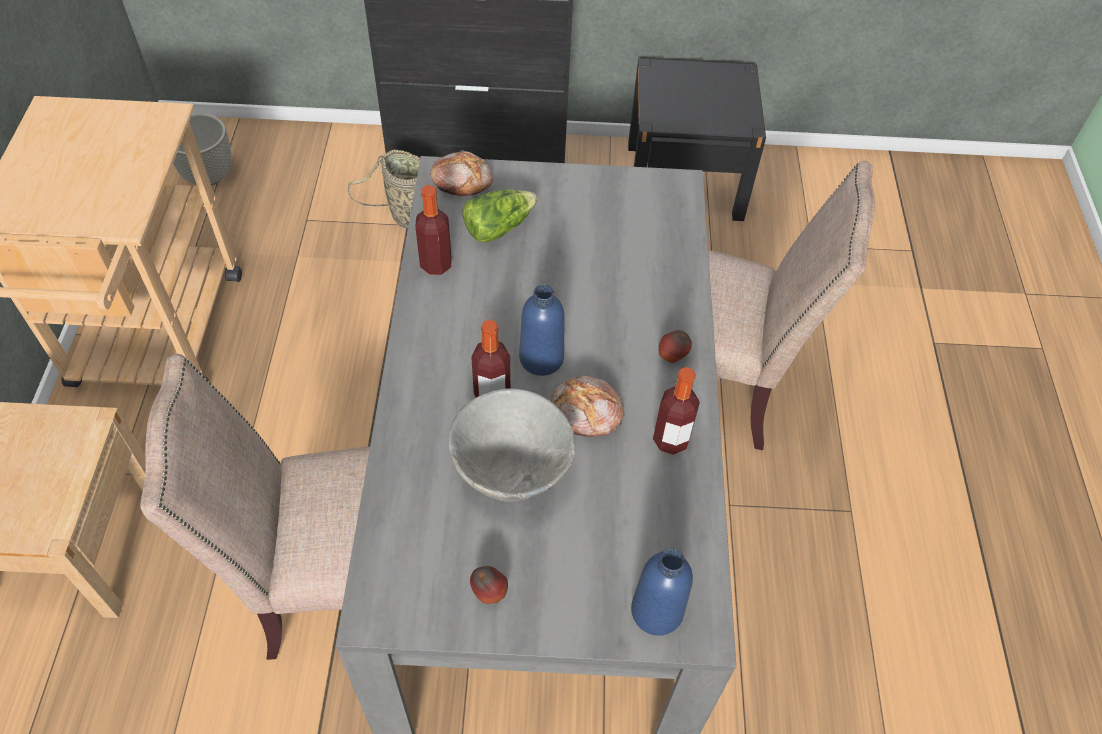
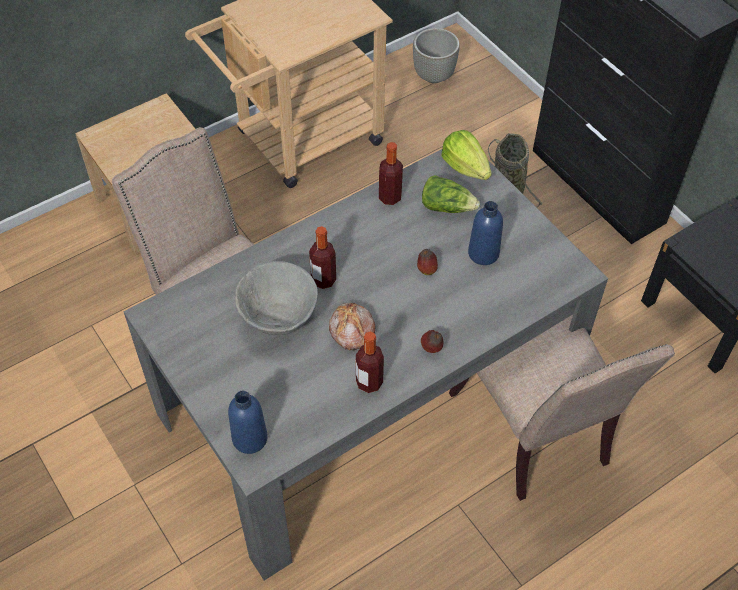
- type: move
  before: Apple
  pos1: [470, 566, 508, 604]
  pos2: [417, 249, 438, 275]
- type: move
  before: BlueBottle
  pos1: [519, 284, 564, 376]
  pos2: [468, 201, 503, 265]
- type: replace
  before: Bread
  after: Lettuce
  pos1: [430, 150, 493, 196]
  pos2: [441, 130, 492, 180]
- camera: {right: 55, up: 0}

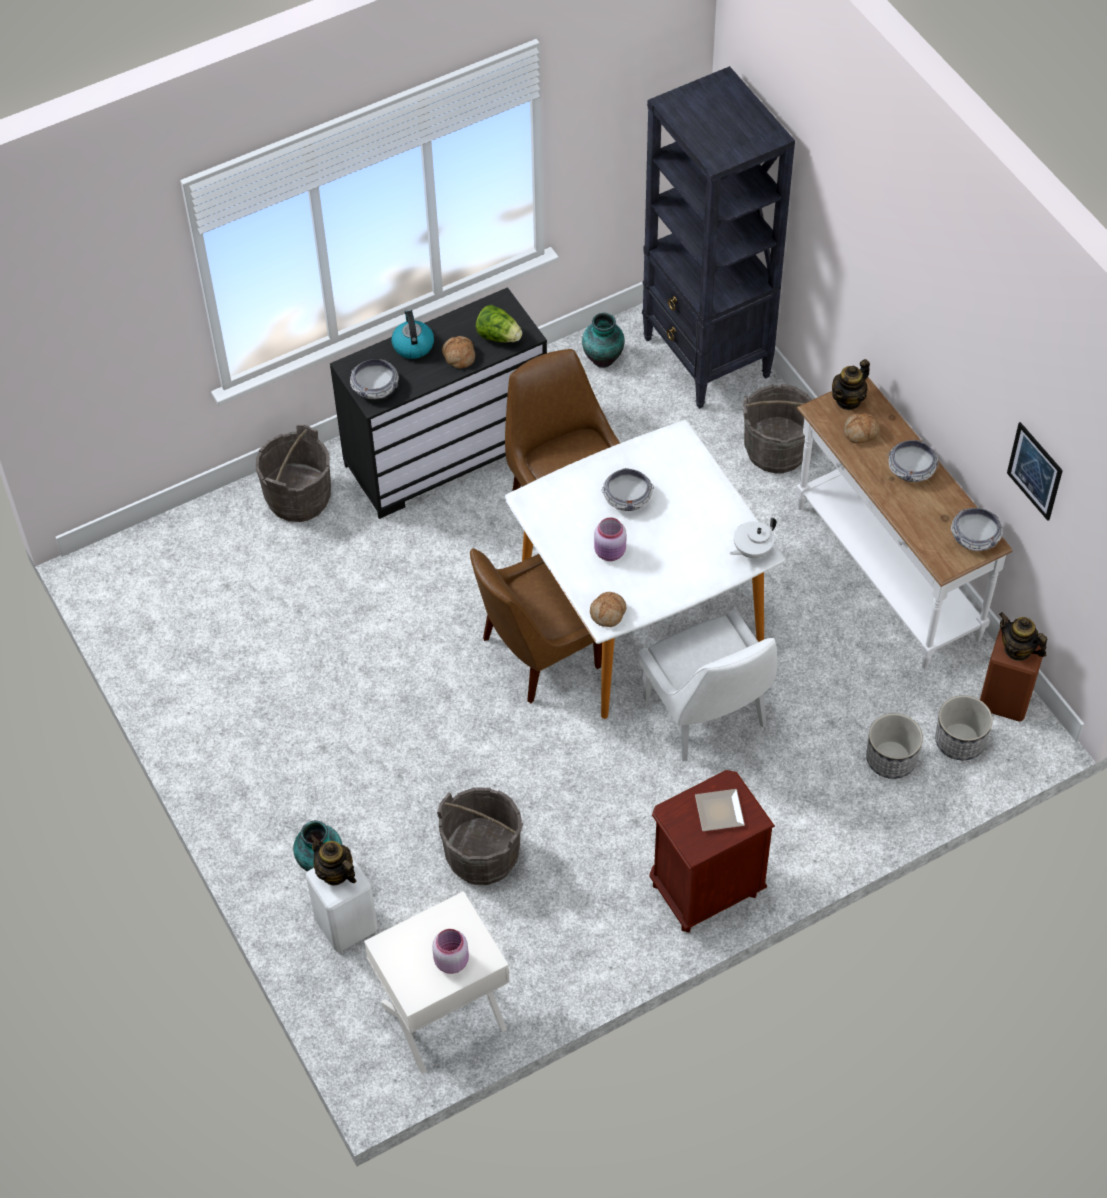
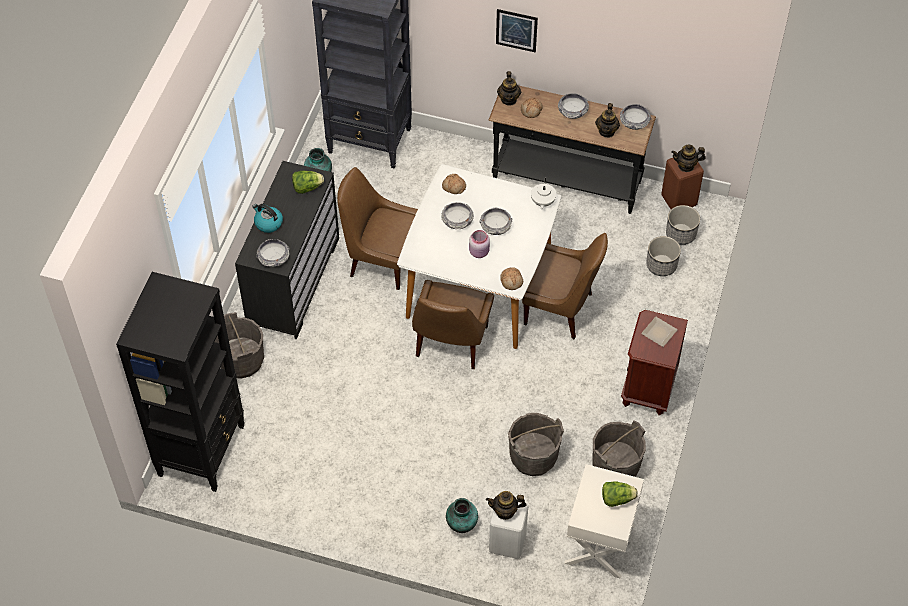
- type: insert
  after: BlackBookcase
  pos2: [116, 272, 245, 492]
- type: insert
  after: Bowl
  pos2: [479, 207, 513, 235]
- type: insert
  after: Teapot
  pos2: [595, 103, 620, 138]
- type: move
  before: Bread
  pos1: [442, 336, 475, 369]
  pos2: [442, 174, 466, 194]
- type: move
  before: GreyBucket
  pos1: [743, 384, 812, 474]
  pos2: [592, 420, 646, 477]
- type: move
  before: Picture
  pos1: [1007, 422, 1063, 521]
  pos2: [496, 9, 538, 52]
- type: replace
  before: PinkJar
  after: Lettuce
  pos1: [432, 929, 469, 974]
  pos2: [602, 481, 638, 507]
- type: recolor
  before: WhiteChair
  after: BrownChair
  pos1: [638, 610, 777, 761]
  pos2: [522, 233, 608, 339]
- type: recolor
  before: WhiteConsoleTable
  after: BlackConsoleTable
  pos1: [796, 377, 1012, 669]
  pos2: [488, 85, 656, 214]
- camera: {right: -45, up: 0}

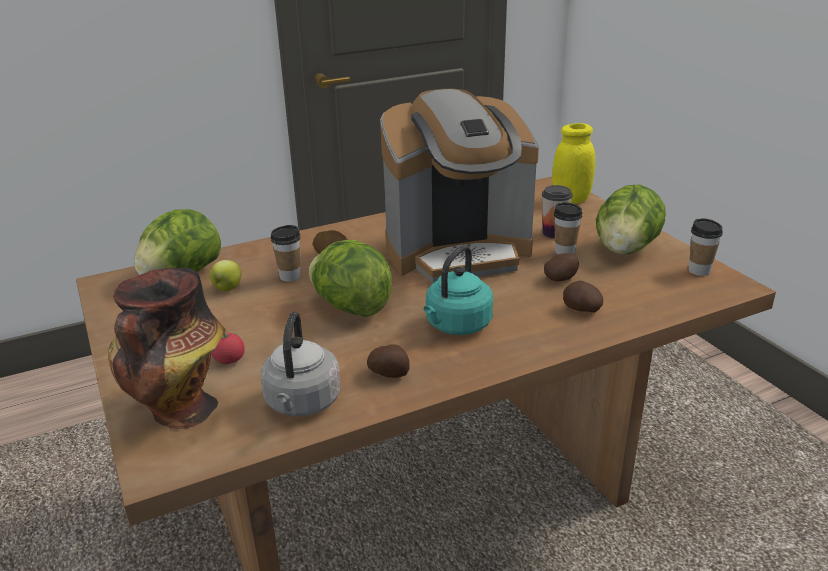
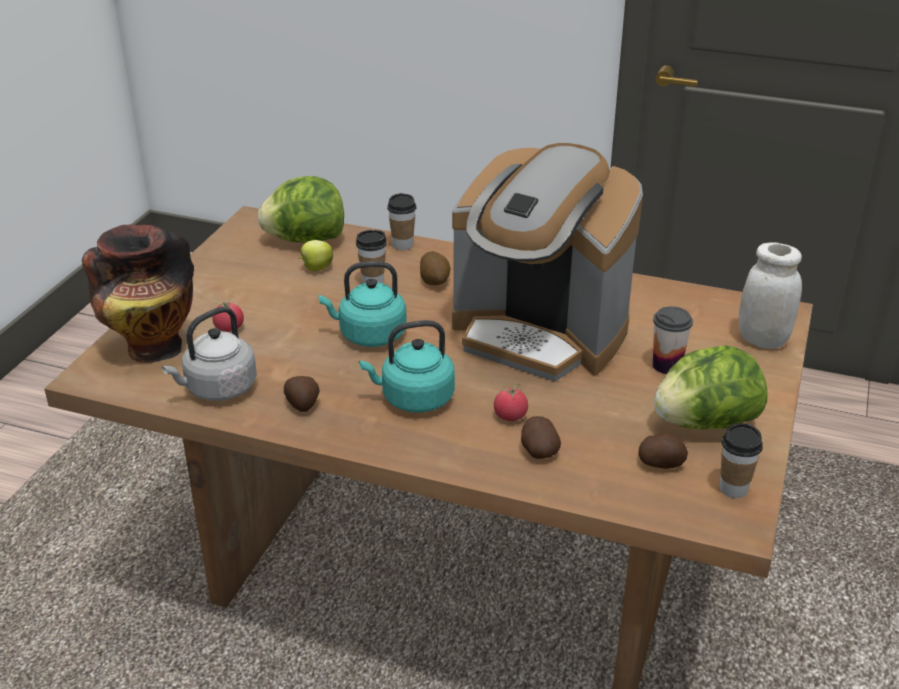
- type: insert
  after: Tomato
  pos2: [494, 383, 528, 421]
- type: move
  before: Potato
  pos1: [544, 253, 579, 282]
  pos2: [639, 433, 688, 469]
- type: move
  before: Cup
  pos1: [554, 202, 583, 254]
  pos2: [387, 193, 417, 250]
- type: replace
  before: Lettuce
  after: TurquoiseKettle
  pos1: [308, 240, 392, 317]
  pos2: [318, 261, 407, 347]
- type: recolor
  before: YellowJar
  after: WhiteJar
  pos1: [552, 123, 595, 204]
  pos2: [739, 242, 802, 349]
- camera: {right: 45, up: 5}

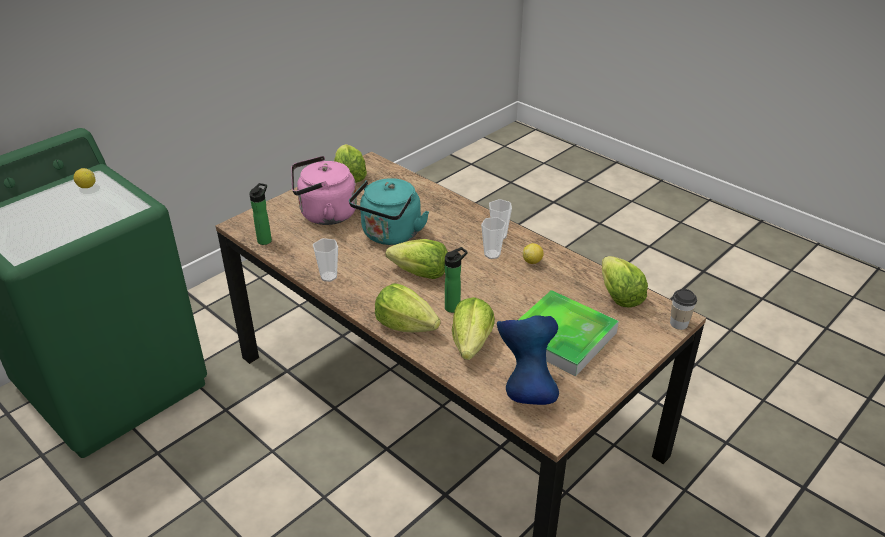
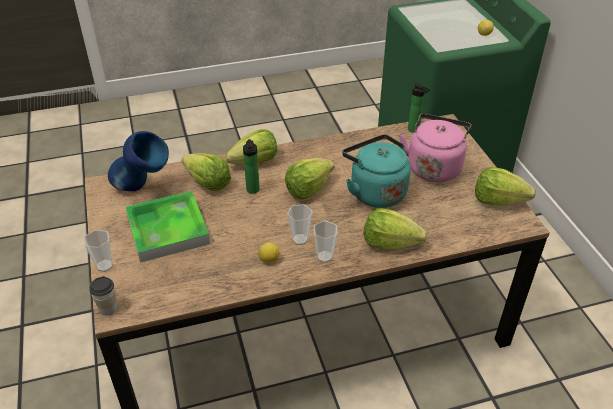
- type: move
  before: Cup
  pos1: [313, 238, 338, 282]
  pos2: [84, 230, 113, 272]
- type: move
  before: Lettuce
  pos1: [602, 256, 648, 307]
  pos2: [364, 208, 427, 250]
- camera: {right: 120, up: 5}

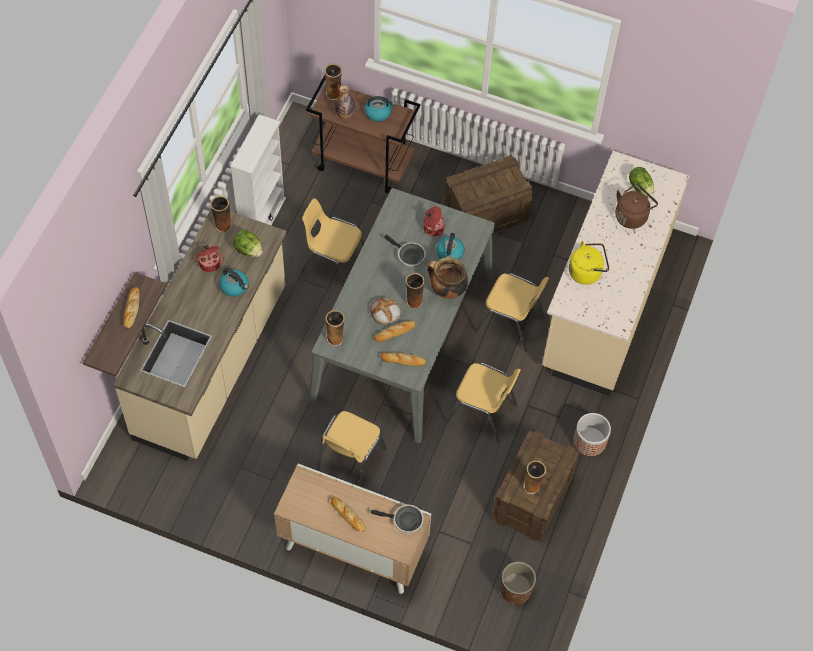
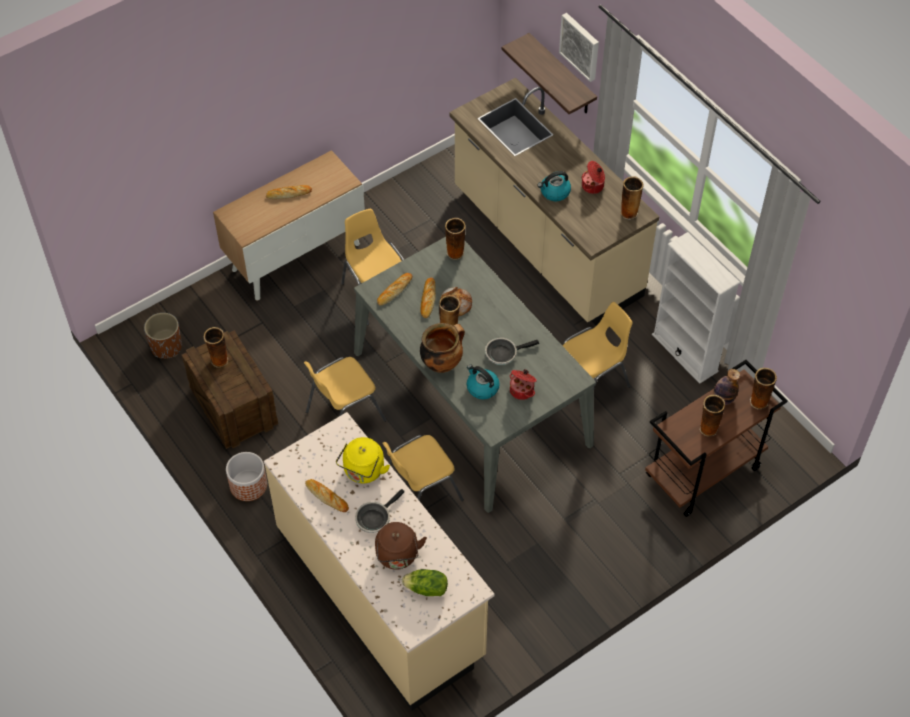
- type: delete
  before: Lettuce
  pos1: [233, 229, 263, 257]
- type: delete
  before: Crate
  pos1: [444, 155, 533, 233]
- type: insert
  after: Picture
  pos2: [559, 13, 599, 82]
- type: move
  before: Bread
  pos1: [123, 287, 140, 329]
  pos2: [305, 479, 349, 512]
- type: move
  before: FryingPan
  pos1: [371, 505, 424, 533]
  pos2: [355, 489, 405, 533]
- type: replace
  before: Kettle
  after: Vase
  pos1: [365, 96, 396, 122]
  pos2: [699, 395, 725, 437]
- camera: {right: 125, up: -5}

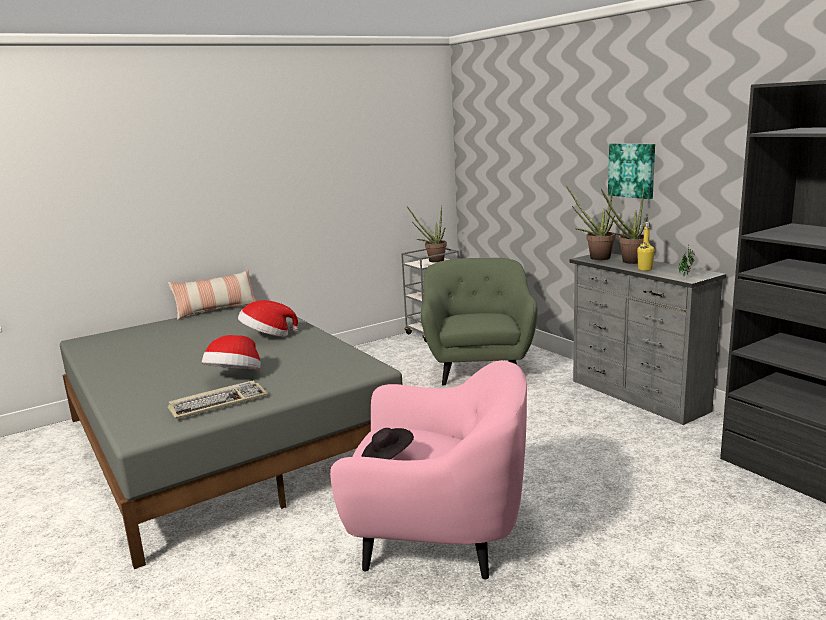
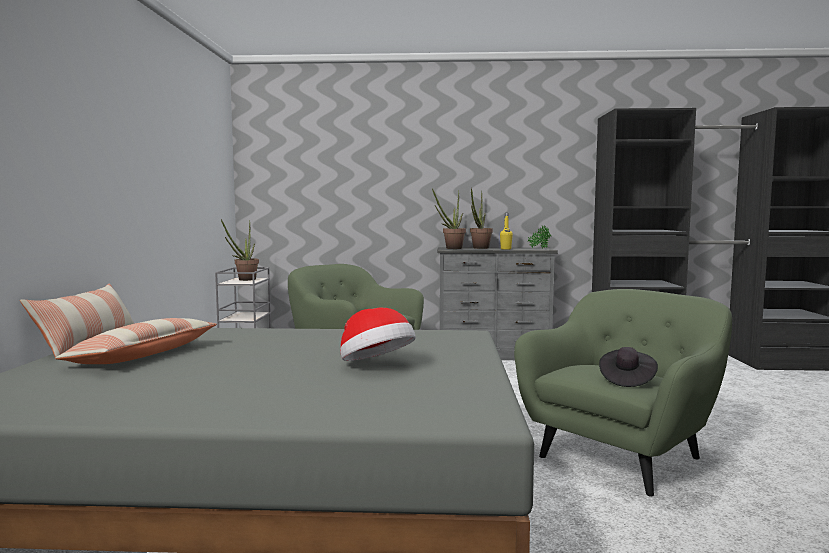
- type: delete
  before: Keyboard
  pos1: [168, 381, 268, 419]
- type: delete
  before: Hat
  pos1: [238, 300, 298, 337]
- type: delete
  before: Picture
  pos1: [608, 143, 655, 199]
- type: insert
  after: Pillow
  pos2: [55, 318, 217, 364]
- type: recolor
  before: PinkArmchair
  after: GreenArmchair
  pos1: [330, 360, 527, 579]
  pos2: [514, 289, 732, 497]
- camera: {right: -55, up: -10}

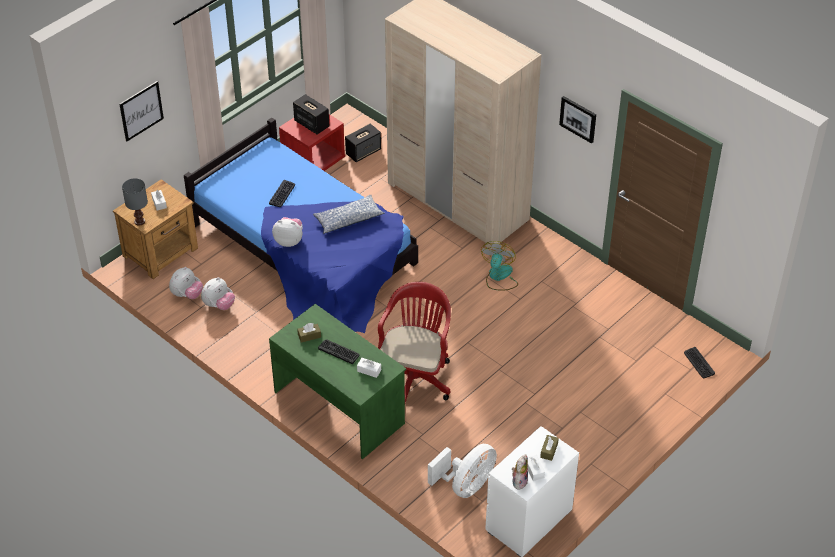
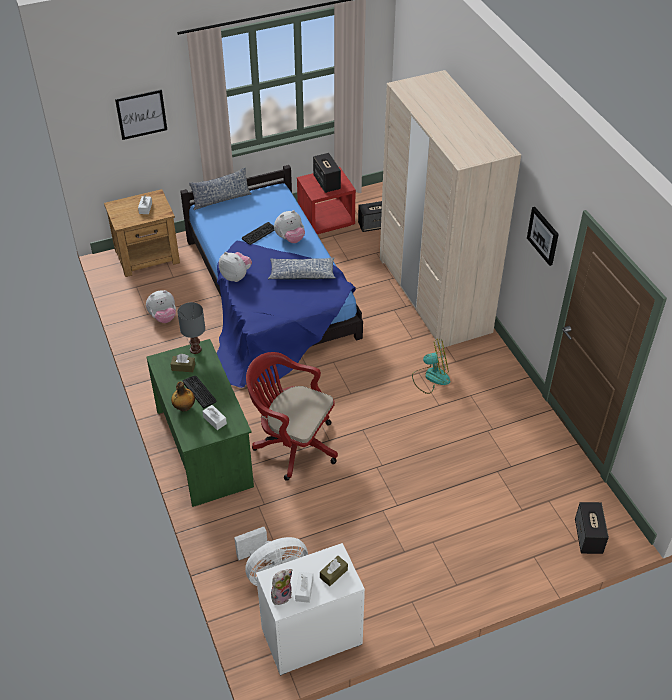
- type: insert
  after: Bottle
  pos2: [171, 381, 195, 411]
- type: insert
  after: Pillow
  pos2: [189, 167, 251, 210]
- type: move
  before: GreyTableLamp
  pos1: [122, 178, 148, 226]
  pos2: [177, 302, 205, 354]
- type: move
  before: PlushToy
  pos1: [169, 267, 203, 299]
  pos2: [274, 210, 305, 243]
- type: replace
  before: Keyboard
  after: Speaker
  pos1: [684, 347, 715, 378]
  pos2: [575, 502, 609, 554]
- type: rotate
  before: RedOfficeChair
  pos1: [378, 282, 451, 403]
  pos2: [246, 352, 338, 481]
  turn: -105
- type: rotate
  before: Fan
  pos1: [481, 241, 518, 291]
  pos2: [412, 338, 451, 394]
  turn: 45
- camera: {right: 25, up: 0}

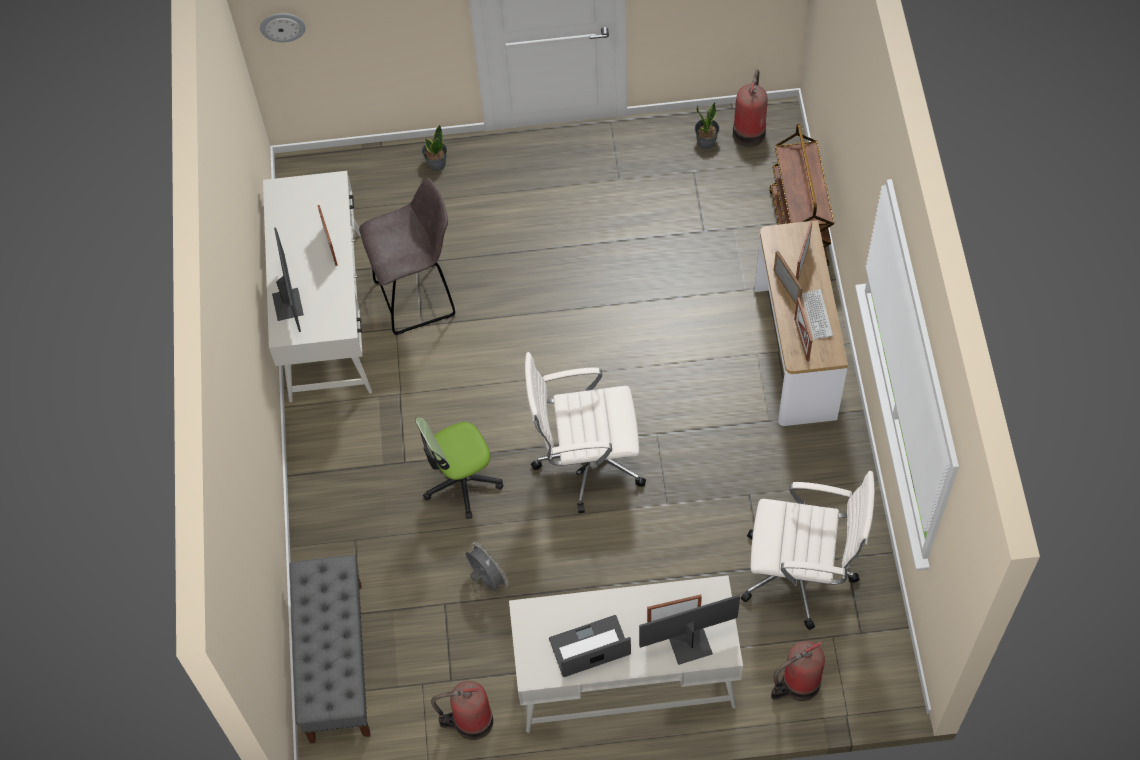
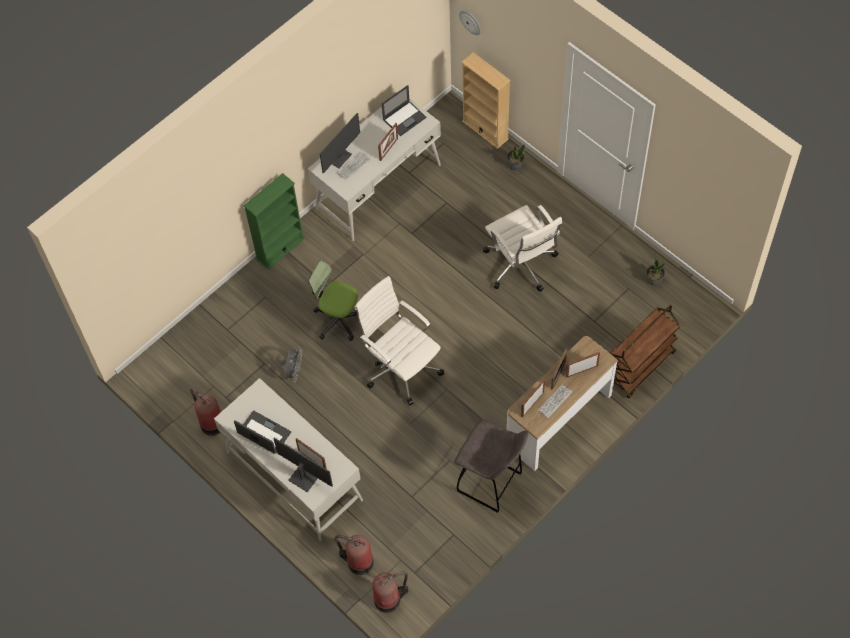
- type: delete
  before: GreyBench
  pos1: [289, 555, 370, 743]
- type: insert
  after: GreenBookcase
  pos2: [244, 173, 305, 270]
- type: insert
  after: Keyboard
  pos2: [337, 152, 370, 180]
- type: insert
  after: Laptop
  pos2: [382, 85, 426, 136]
- type: insert
  after: BeigeBookcase
  pos2: [461, 52, 511, 149]
- type: move
  before: GreyStool
  pos1: [359, 178, 456, 335]
  pos2: [454, 419, 528, 513]
- type: move
  before: FireExtinguisher
  pos1: [733, 70, 768, 147]
  pos2: [372, 572, 408, 613]
- type: move
  before: WhiteOfficeChair
  pos1: [741, 471, 875, 630]
  pos2: [483, 205, 562, 291]
- camera: {right: 50, up: 0}

